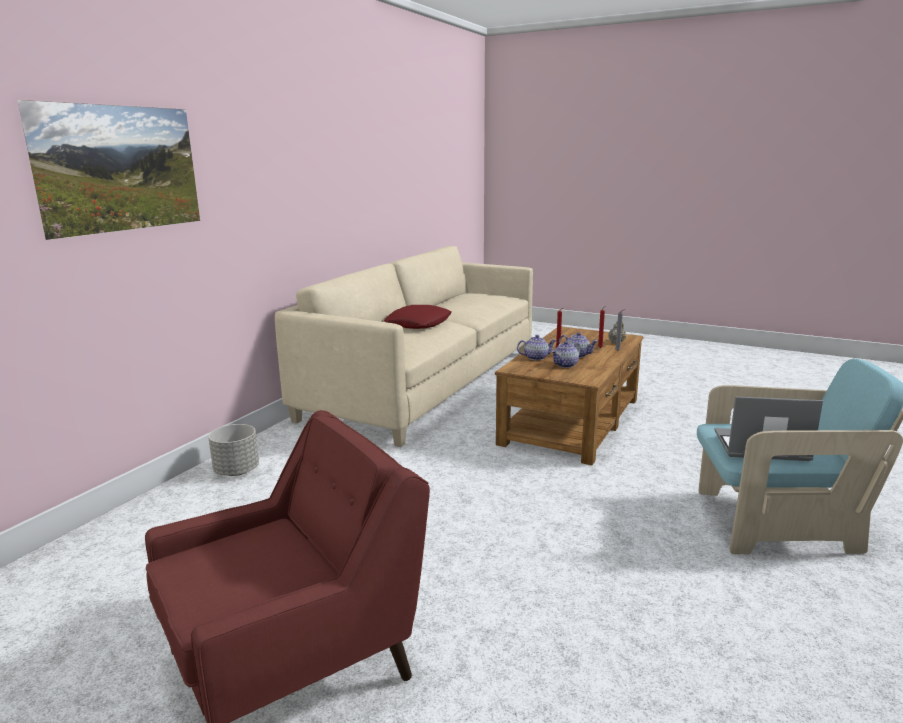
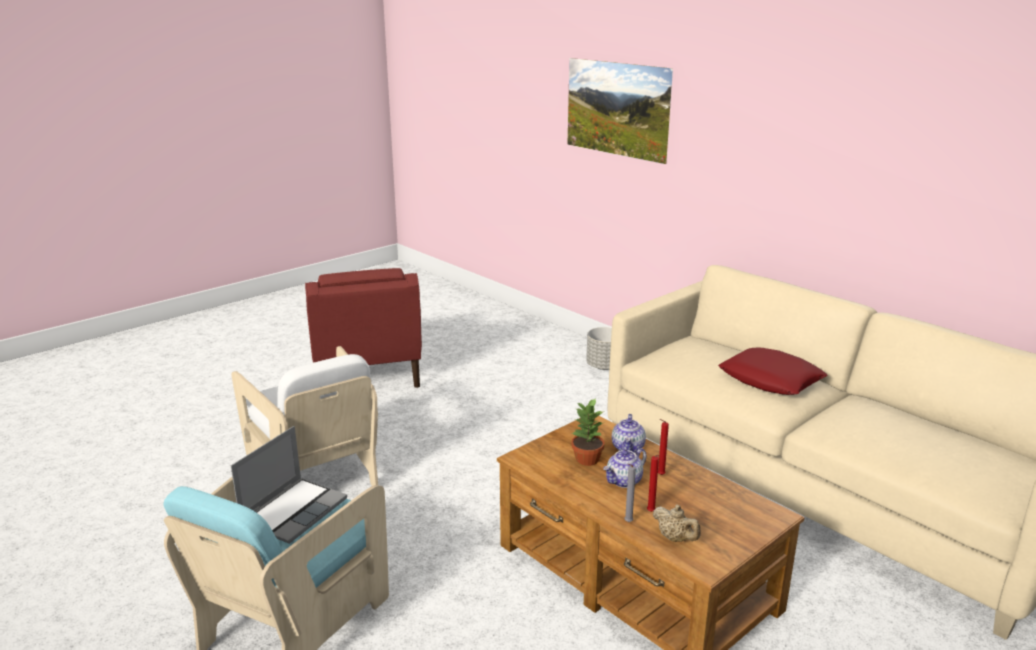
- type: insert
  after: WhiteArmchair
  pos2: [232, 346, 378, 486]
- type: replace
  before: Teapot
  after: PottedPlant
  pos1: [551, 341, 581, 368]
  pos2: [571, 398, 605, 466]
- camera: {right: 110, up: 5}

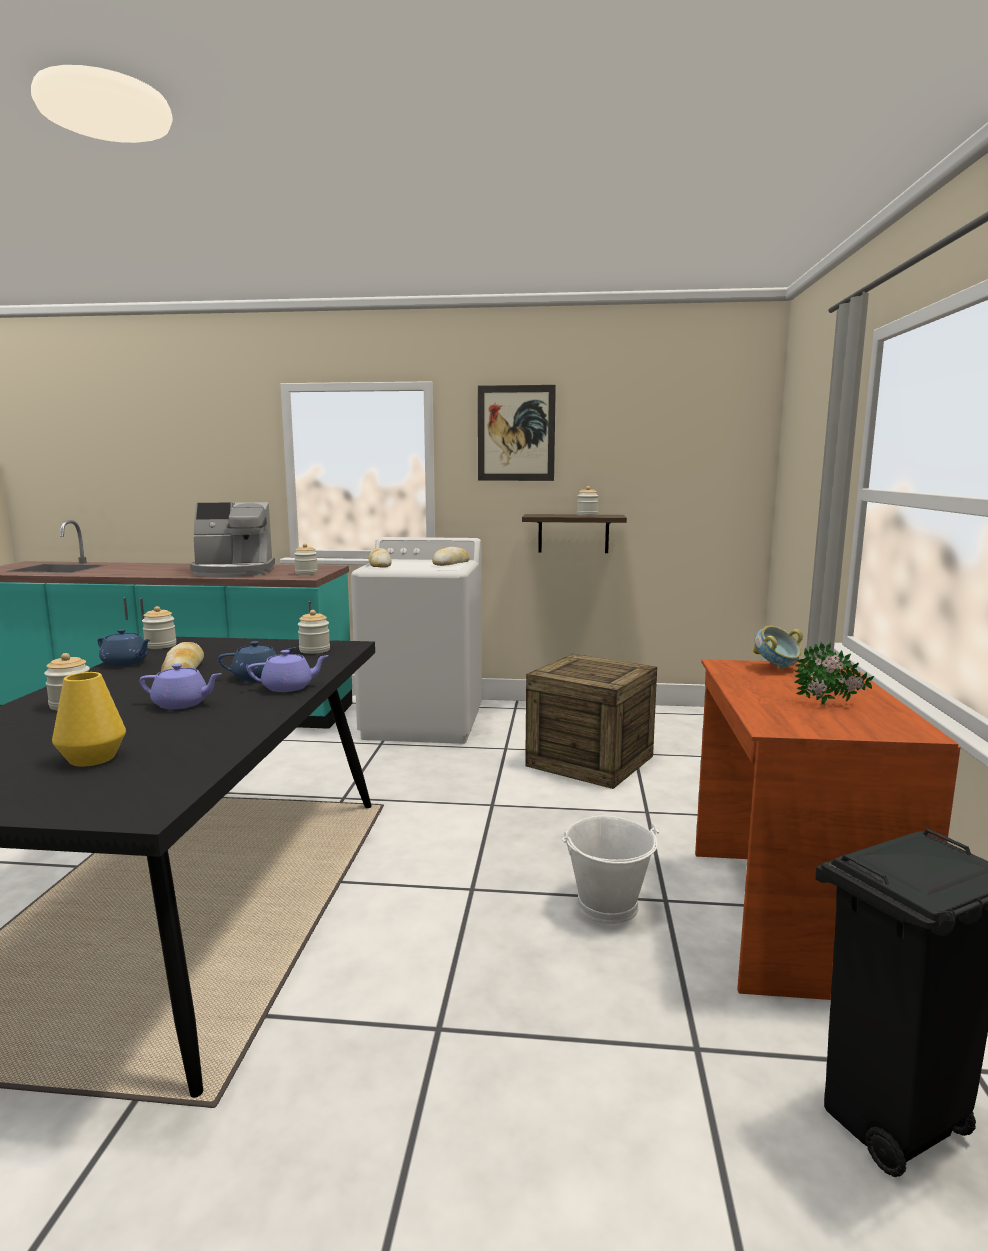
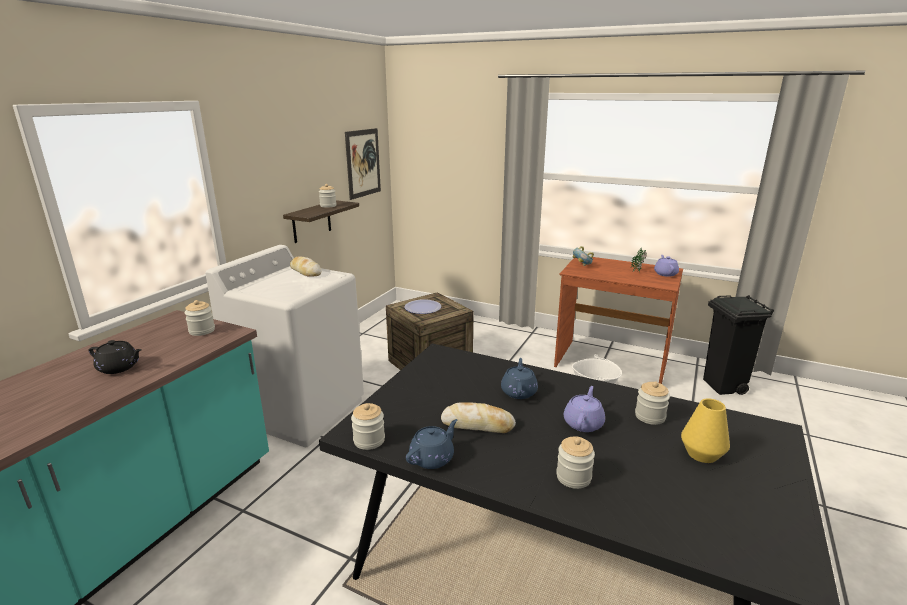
- type: delete
  before: Bread
  pos1: [368, 548, 392, 568]
- type: insert
  after: Plate
  pos2: [405, 299, 441, 314]
- type: move
  before: PurpleTeapot
  pos1: [247, 650, 329, 692]
  pos2: [654, 255, 679, 277]
- type: move
  before: Jar
  pos1: [298, 610, 330, 654]
  pos2: [635, 382, 670, 425]
- type: move
  before: Picture
  pos1: [478, 385, 556, 481]
  pos2: [345, 128, 381, 200]
- type: replace
  before: CoffeeMachine
  after: BlackTeapot
  pos1: [190, 502, 275, 577]
  pos2: [89, 340, 142, 374]
- camera: {right: -70, up: 10}

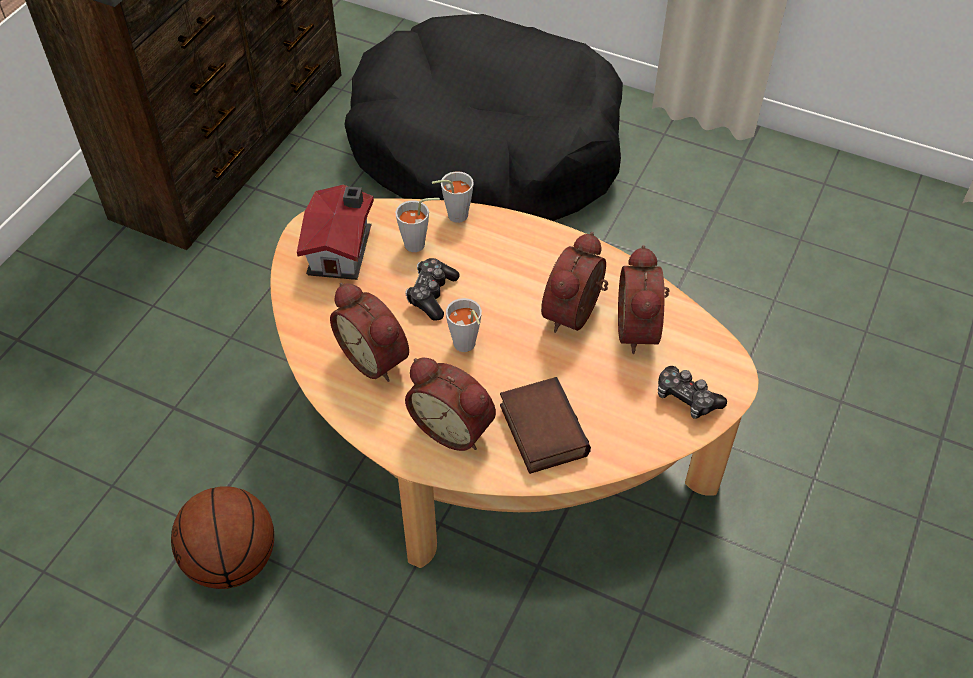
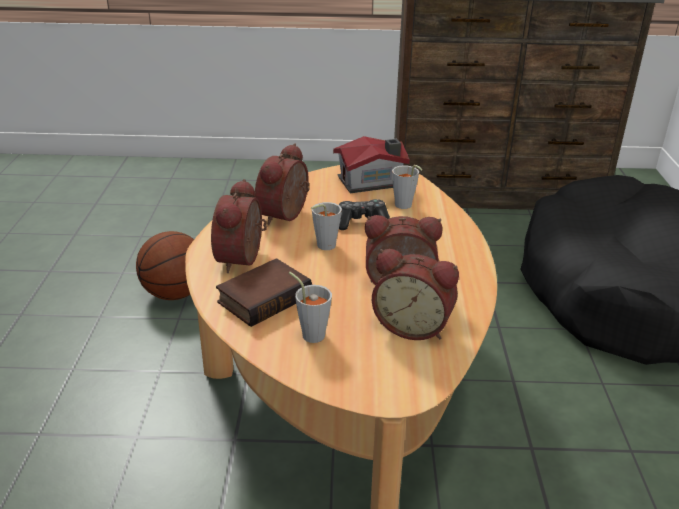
- type: delete
  before: GameController
  pos1: [658, 366, 727, 419]
- type: move
  before: GreyCup
  pos1: [432, 171, 474, 223]
  pos2: [289, 272, 332, 343]
- type: rotate
  before: AlarmClock
  pos1: [618, 245, 670, 354]
  pos2: [372, 249, 459, 340]
  turn: -135
- camera: {right: 65, up: -20}

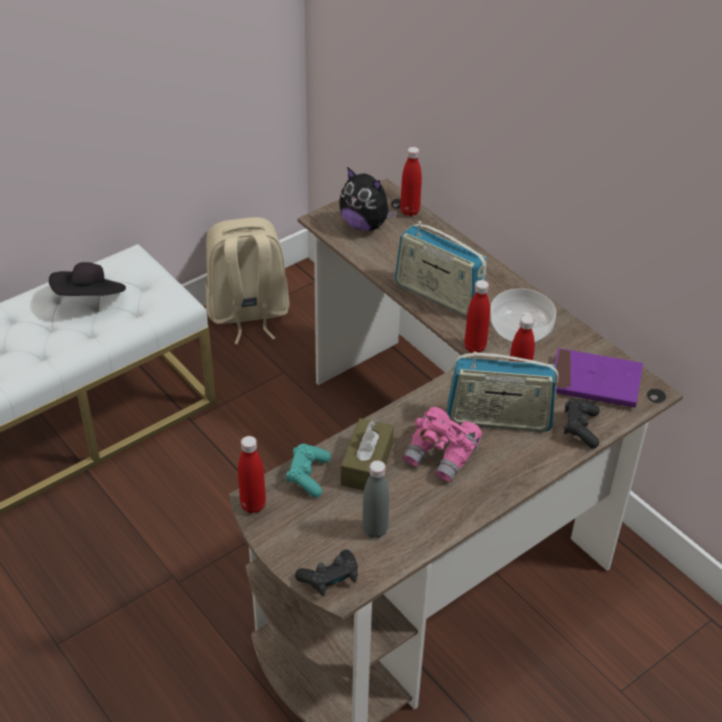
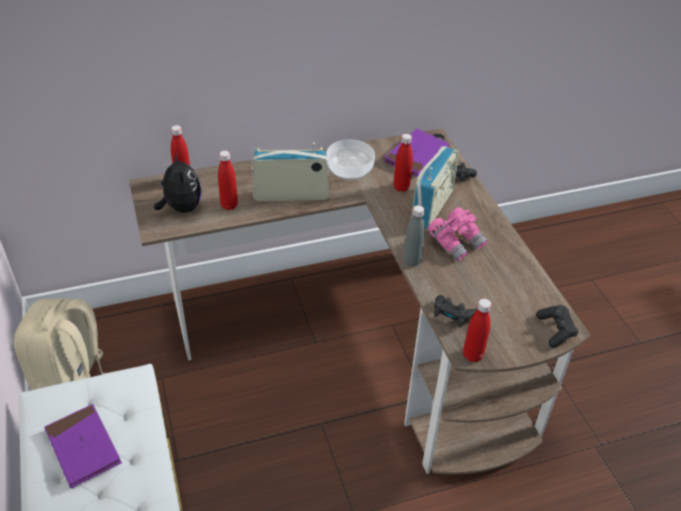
- type: delete
  before: BrownTissueBox
  pos1: [341, 418, 394, 491]
- type: move
  before: GreyBottle
  pos1: [362, 460, 390, 538]
  pos2: [403, 205, 425, 267]
- type: move
  before: RedBottle
  pos1: [464, 280, 490, 353]
  pos2: [218, 151, 238, 210]
- type: replace
  before: BlackHat
  after: PurpleBook
  pos1: [49, 262, 126, 296]
  pos2: [44, 404, 122, 488]
- type: recolor
  before: TurquoiseGameController
  after: BlackGameController
  pos1: [286, 444, 331, 498]
  pos2: [434, 295, 477, 328]
- type: rotate
  before: PlushToy
  pos1: [339, 167, 397, 231]
  pos2: [154, 153, 202, 213]
  turn: -75
- type: rotate
  before: Radio
  pos1: [395, 221, 487, 316]
  pos2: [252, 142, 329, 201]
  turn: -150
- camera: {right: -70, up: 0}

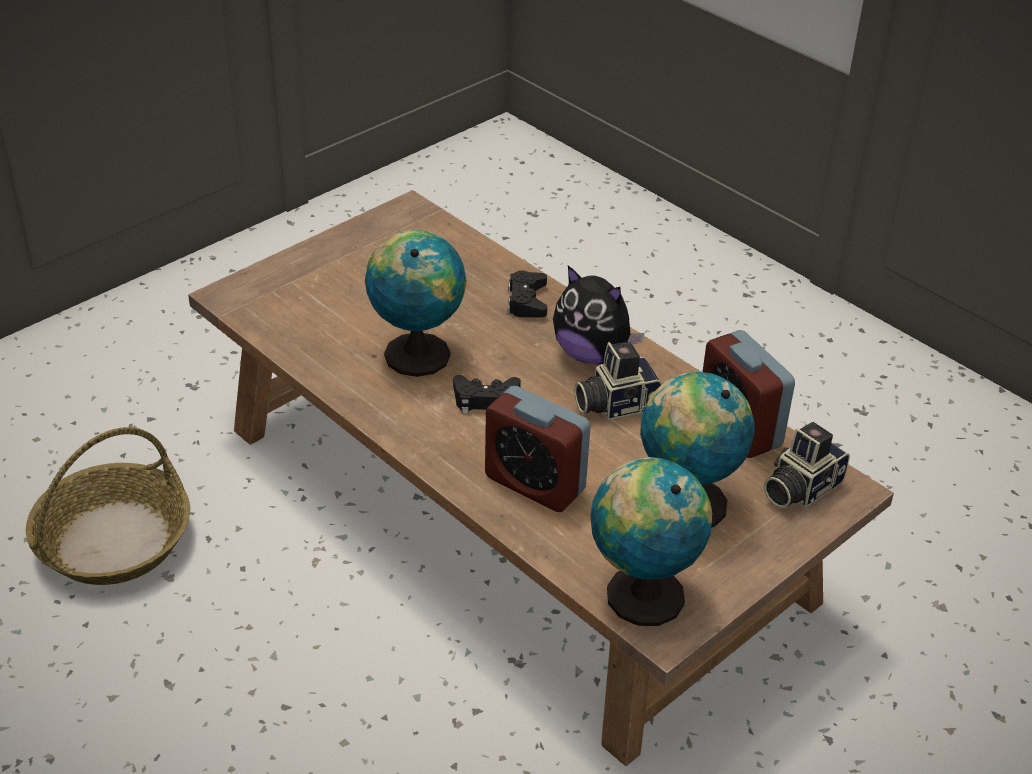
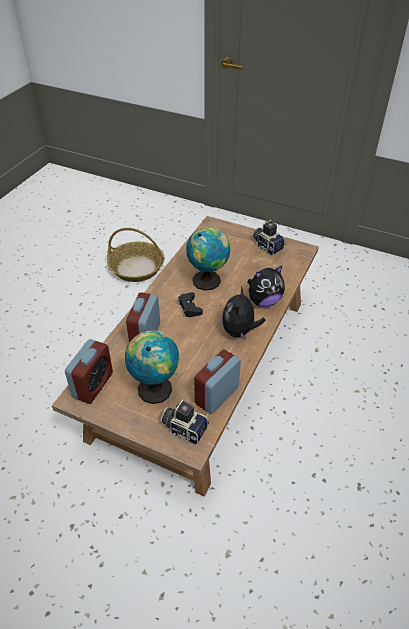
- type: move
  before: PhotoCamera
  pos1: [574, 342, 662, 420]
  pos2: [253, 220, 286, 255]
- type: replace
  before: BlackGameController
  after: PlushToy
  pos1: [507, 271, 547, 317]
  pos2: [247, 266, 285, 307]
- type: replace
  before: Globe
  after: AlarmClock
  pos1: [590, 457, 712, 626]
  pos2: [65, 339, 113, 404]
- camera: {right: 70, up: 5}

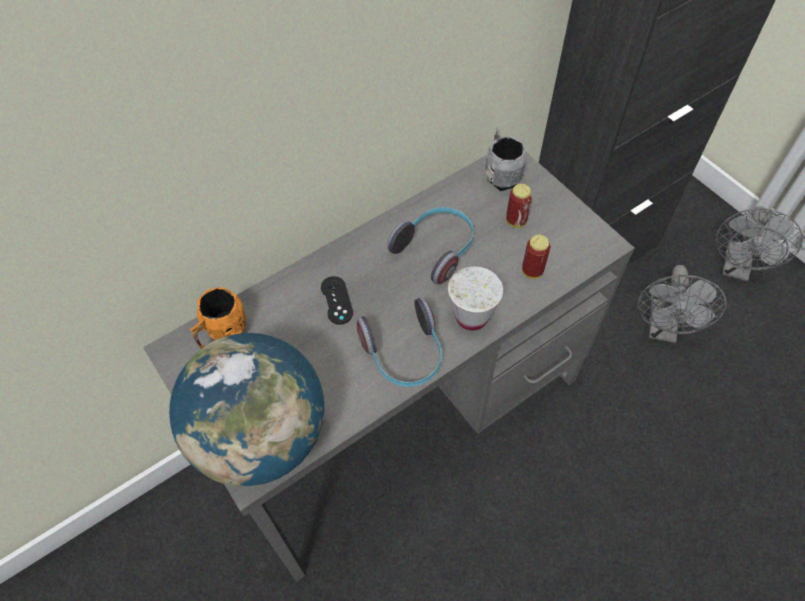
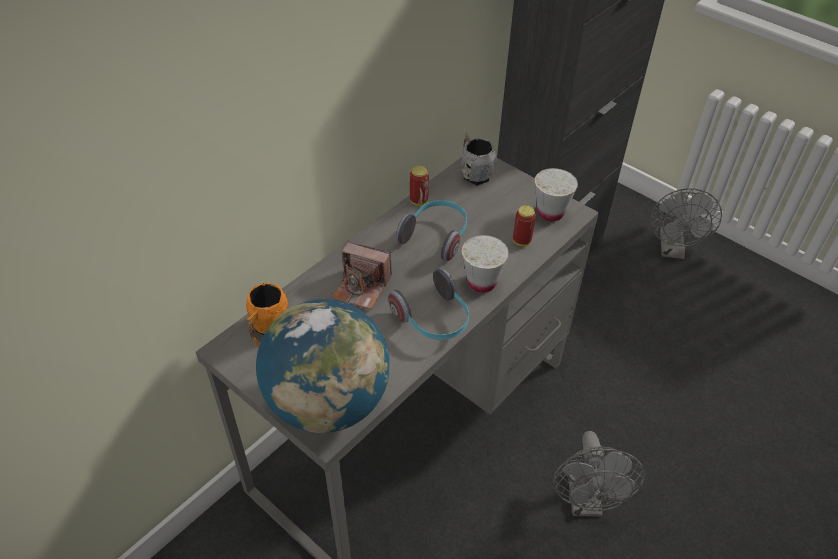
- type: insert
  after: WhiteCup
  pos2: [535, 168, 578, 221]
- type: move
  before: Can
  pos1: [506, 184, 533, 228]
  pos2: [410, 166, 429, 206]
- type: move
  before: GreyFan
  pos1: [638, 265, 727, 343]
  pos2: [553, 431, 645, 517]
- type: replace
  before: BlackGameController
  after: PhotoCamera
  pos1: [321, 276, 353, 325]
  pos2: [332, 242, 392, 310]
- camera: {right: -15, up: -10}

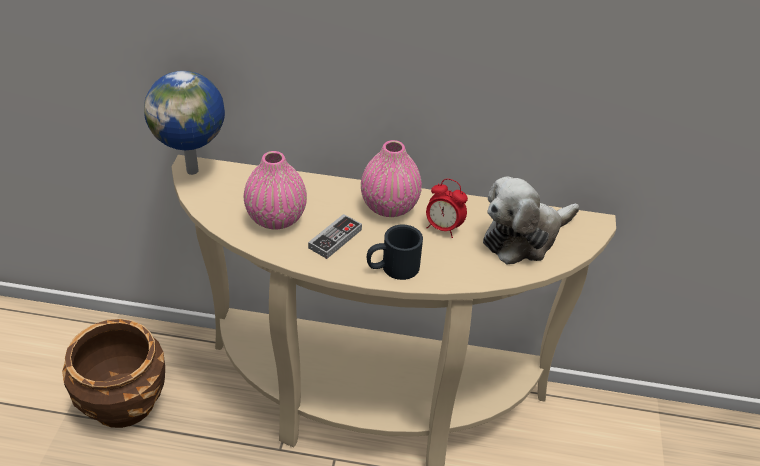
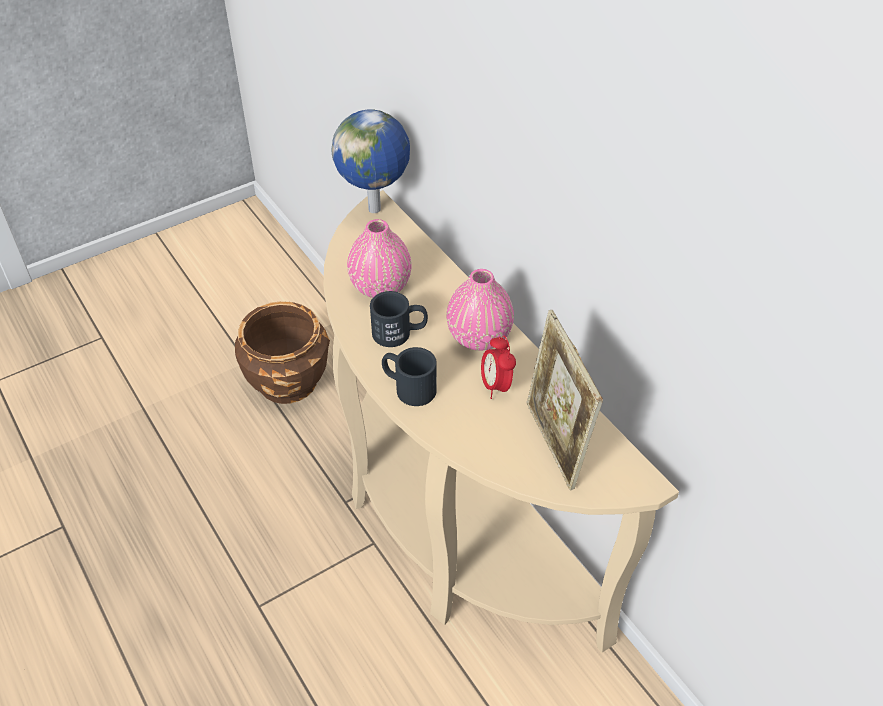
- type: replace
  before: GameController
  after: BlackMug
  pos1: [308, 214, 362, 259]
  pos2: [370, 291, 428, 347]
- type: replace
  before: PlushToy
  after: PictureFrame
  pos1: [483, 176, 579, 264]
  pos2: [526, 310, 603, 491]
- camera: {right: 50, up: 5}

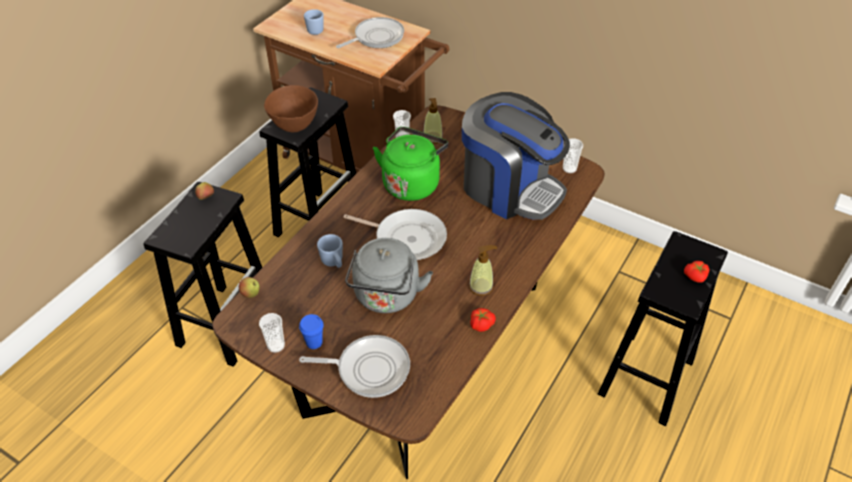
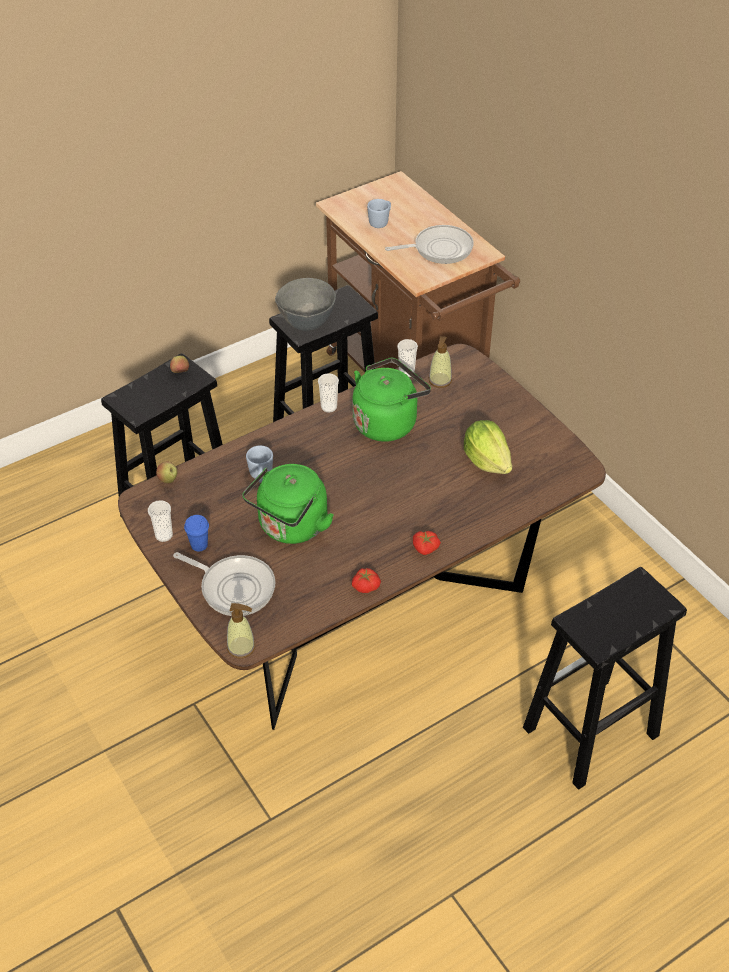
- type: delete
  before: FryingPan
  pos1: [343, 209, 447, 260]
- type: move
  before: SoapDispenser
  pos1: [469, 245, 497, 296]
  pos2: [227, 603, 255, 658]
- type: move
  before: Cup
  pos1: [563, 138, 583, 173]
  pos2: [318, 373, 339, 413]
- type: move
  before: Tomato
  pos1: [684, 261, 709, 283]
  pos2: [413, 531, 441, 555]
- type: replace
  before: CoffeeMachine
  after: Lettuce
  pos1: [462, 92, 570, 220]
  pos2: [464, 420, 512, 474]
- type: recolor
  before: BrownBowl
  after: GreyBowl
  pos1: [264, 85, 318, 132]
  pos2: [275, 278, 336, 331]
- type: recolor
  before: GreyKettle
  after: GreenKettle
  pos1: [345, 238, 433, 313]
  pos2: [242, 464, 334, 544]
- camera: {right: 25, up: 0}

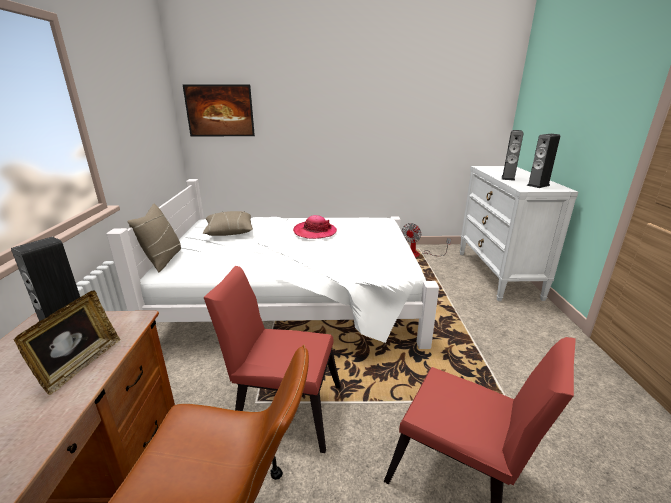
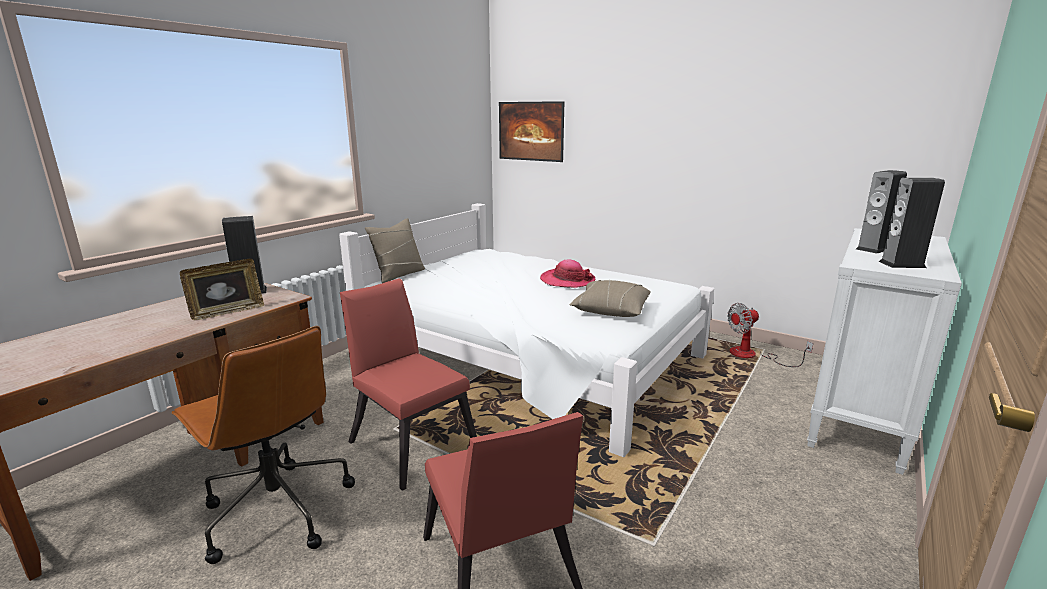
- type: move
  before: BeigePillow
  pos1: [203, 211, 253, 236]
  pos2: [570, 280, 651, 317]
- camera: {right: 35, up: -5}

